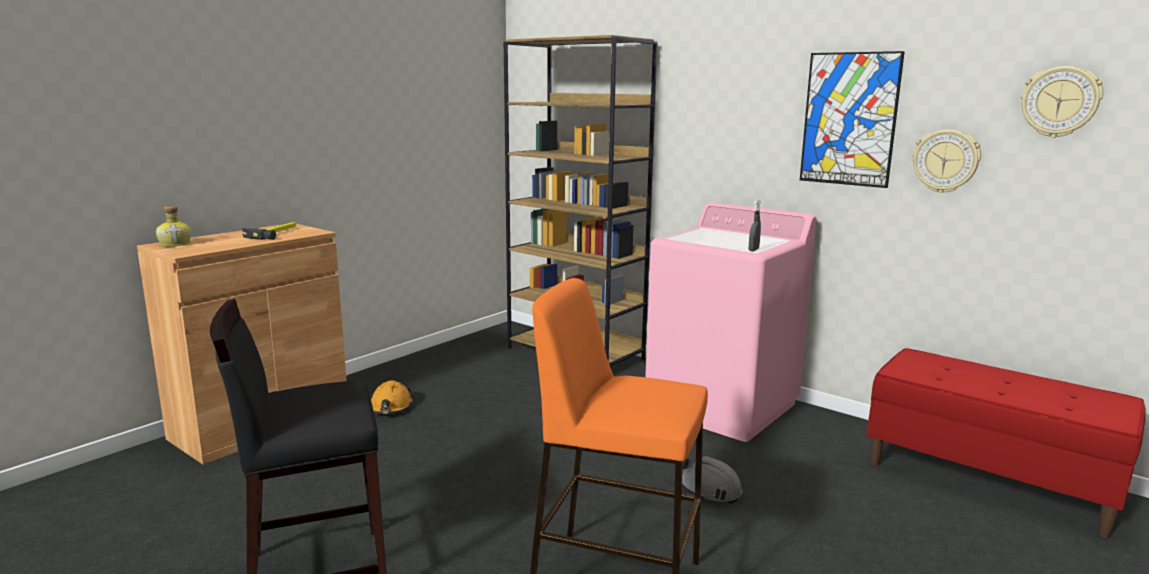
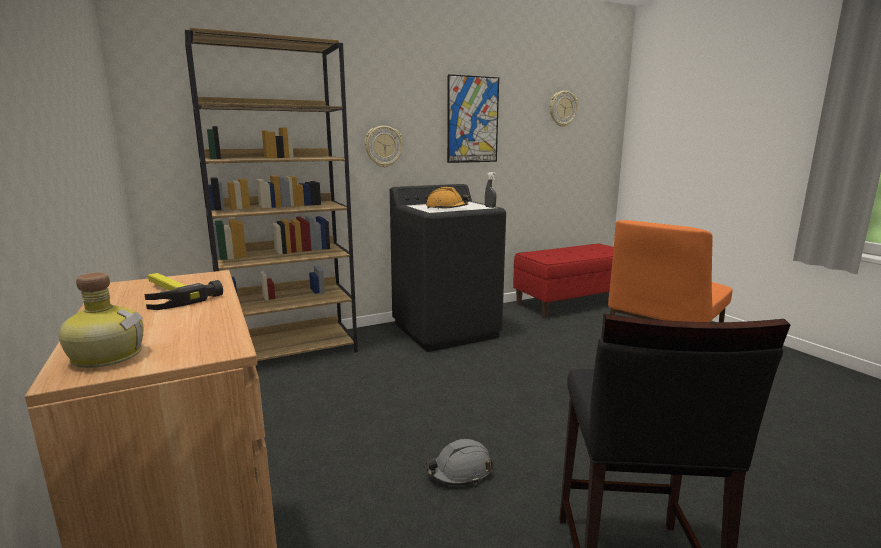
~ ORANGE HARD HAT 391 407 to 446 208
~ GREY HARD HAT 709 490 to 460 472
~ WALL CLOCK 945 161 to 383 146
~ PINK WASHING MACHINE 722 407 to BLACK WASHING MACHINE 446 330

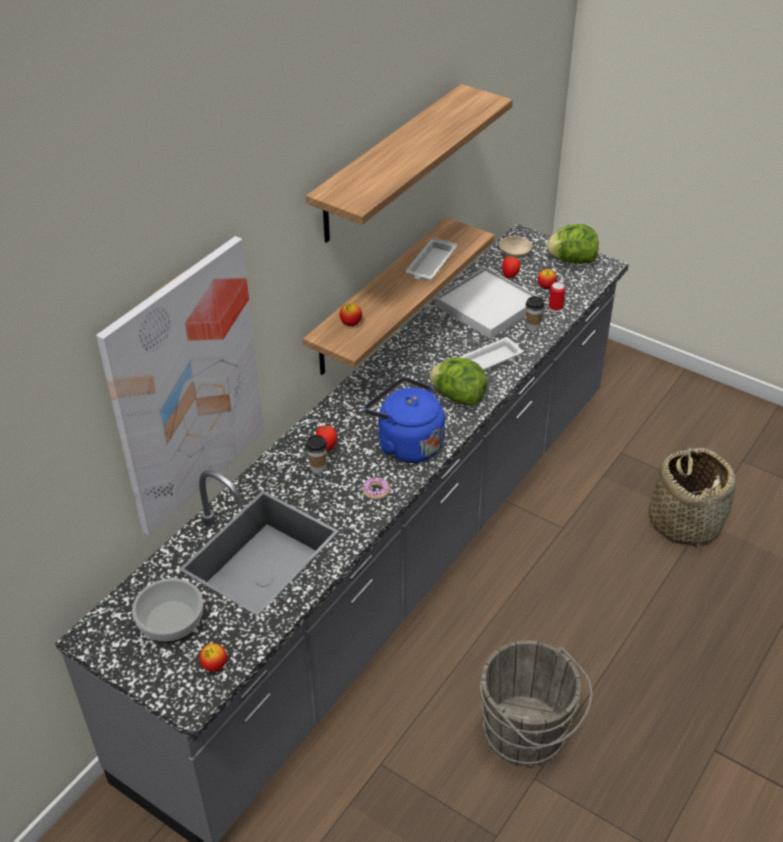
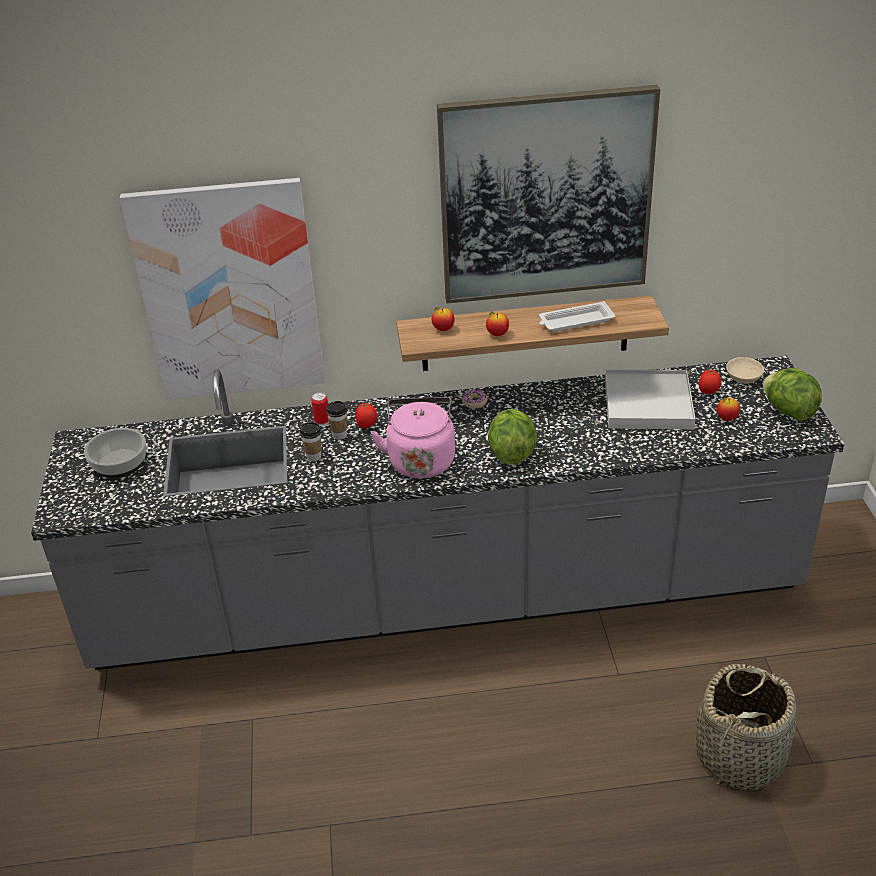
- WHITE TRAY 490 359
- GREY BUCKET 528 734
~ APPLE 214 666 to 497 334
~ DONUT 376 491 to 474 402
~ CUP 532 327 to 314 456
~ CAN 555 308 to 322 421
~ SHELF 388 164 to PICTURE 545 196
~ BLUE KETTLE 406 444 to PINK KETTLE 421 459

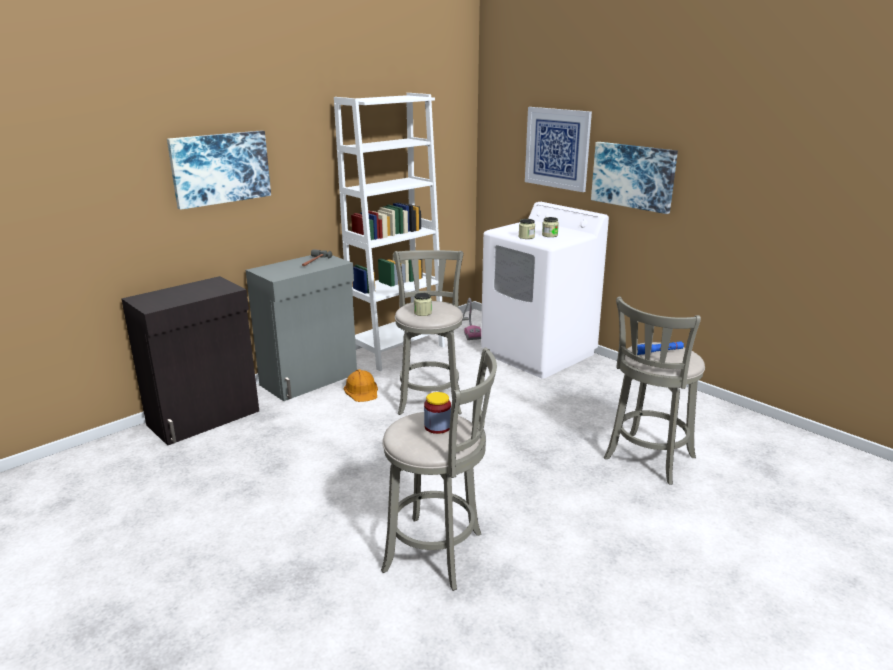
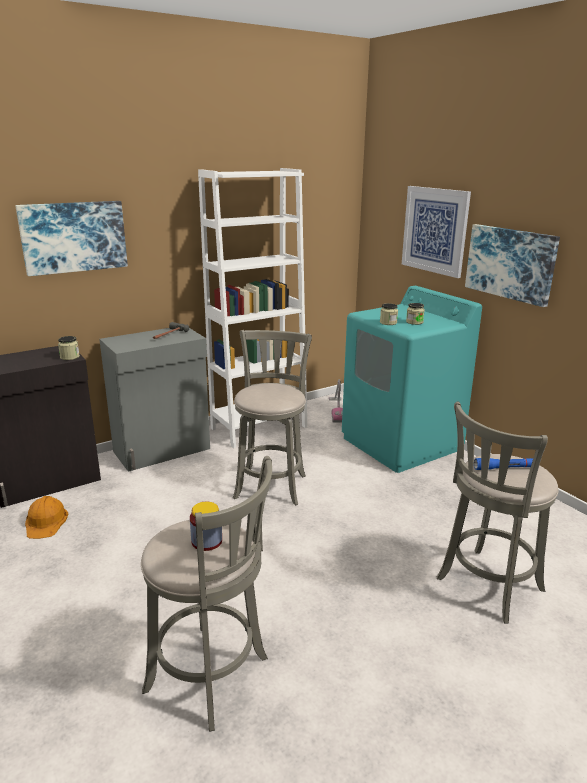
~ ORANGE HARD HAT 362 390 to 46 521
~ JAR 422 313 to 70 357
~ WHITE WASHING MACHINE 538 354 to TURQUOISE WASHING MACHINE 401 444

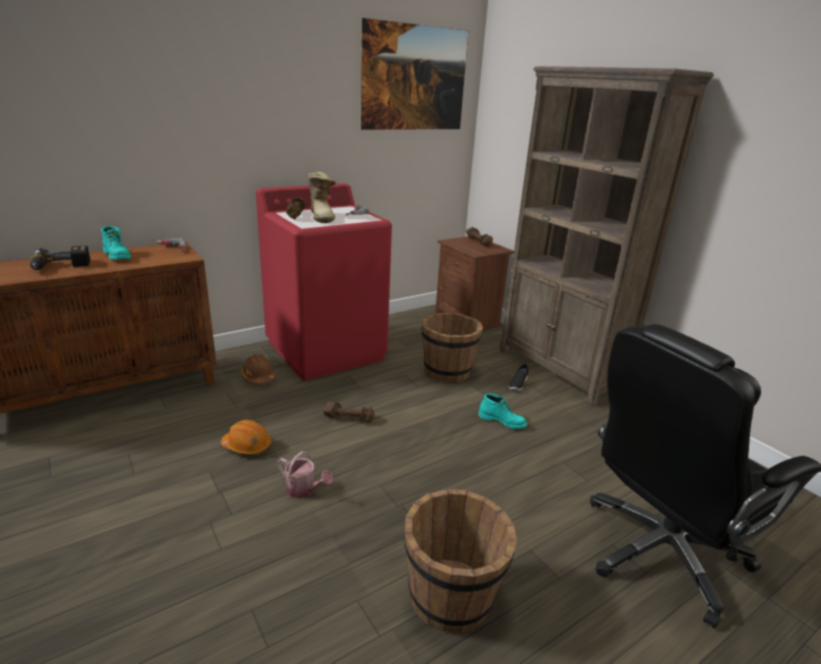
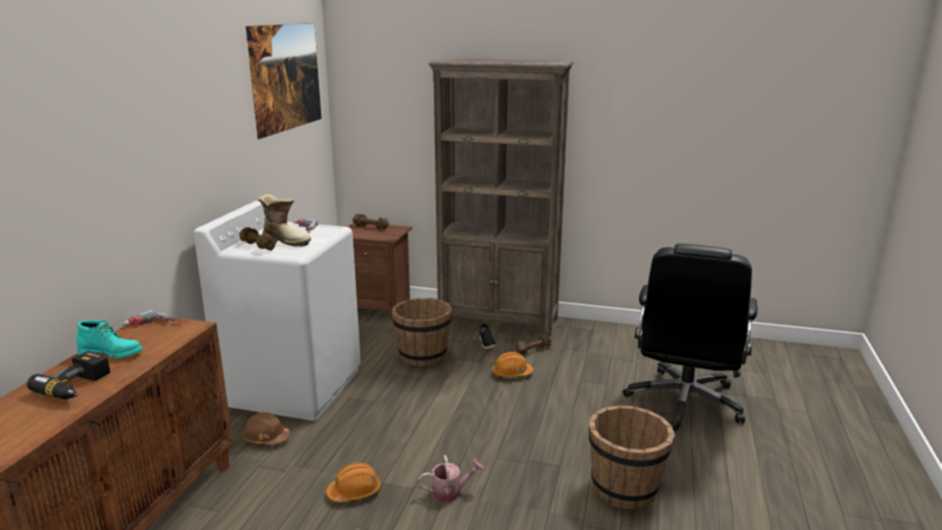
~ BROWN DUMBBELL 349 418 to 533 350
~ TURQUOISE BOOT 502 421 to ORANGE HARD HAT 512 373
~ RED WASHING MACHINE 326 350 to WHITE WASHING MACHINE 293 386

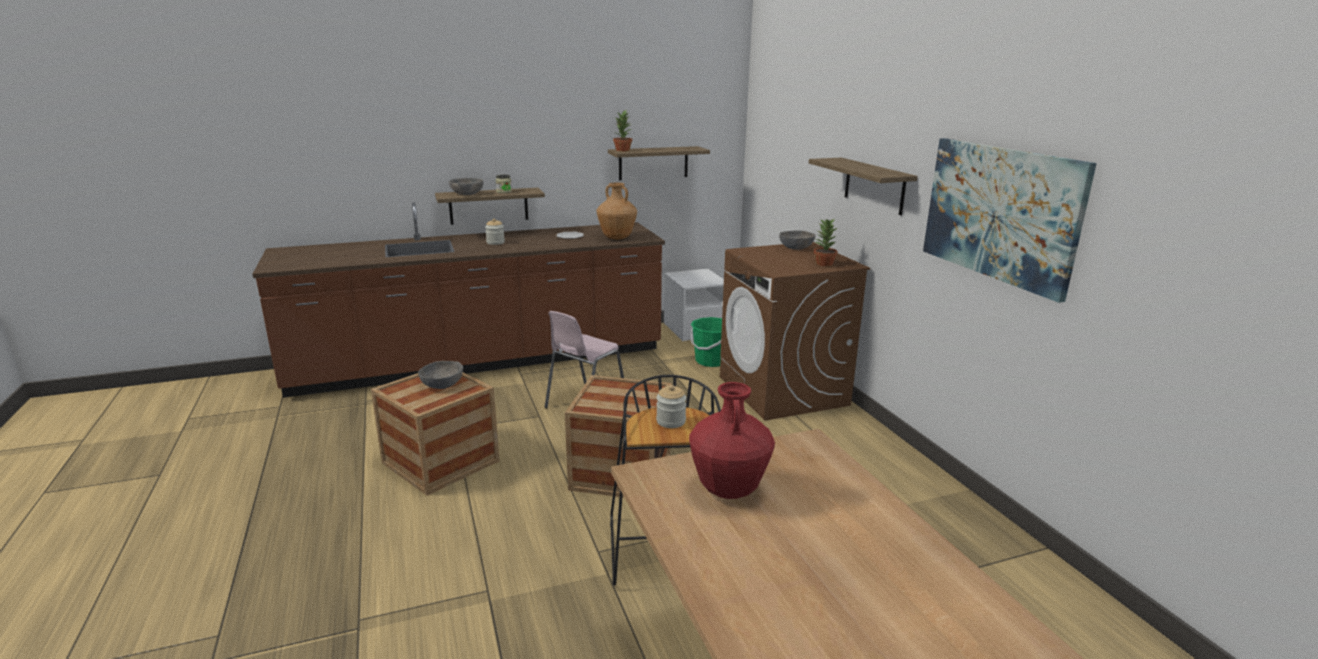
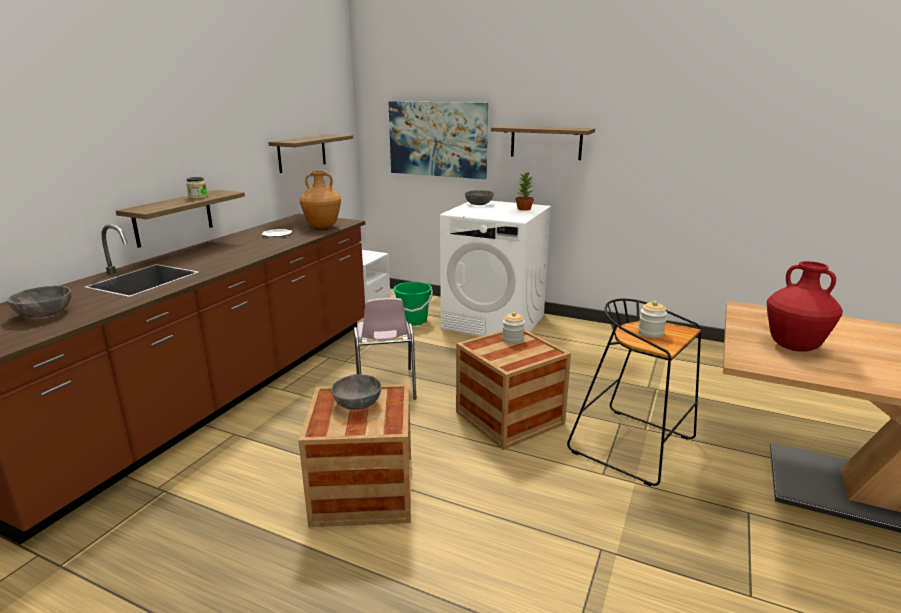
- POTTED PLANT 623 150
~ GREY BOWL 467 194 to 44 314
~ JAR 495 242 to 512 339
~ PICTURE 1000 213 to 437 139
~ BROWN WASHING MACHINE 783 391 to WHITE WASHING MACHINE 494 321

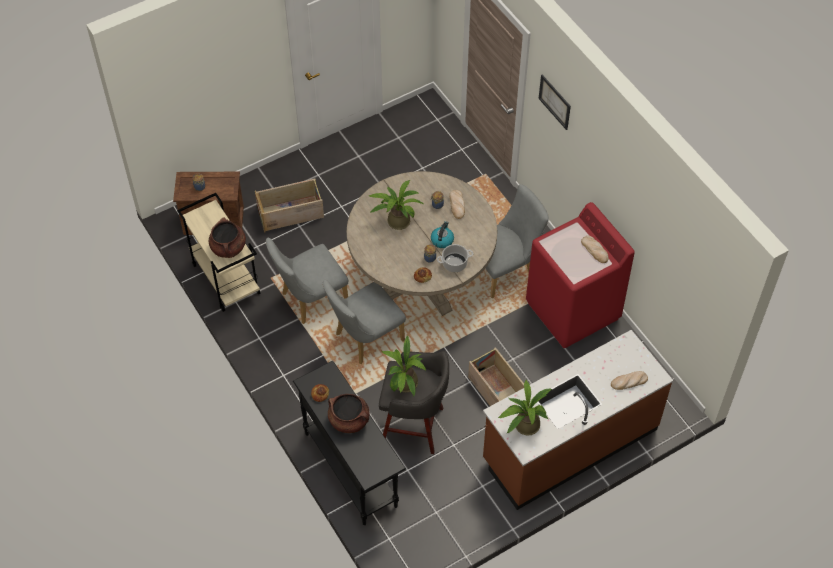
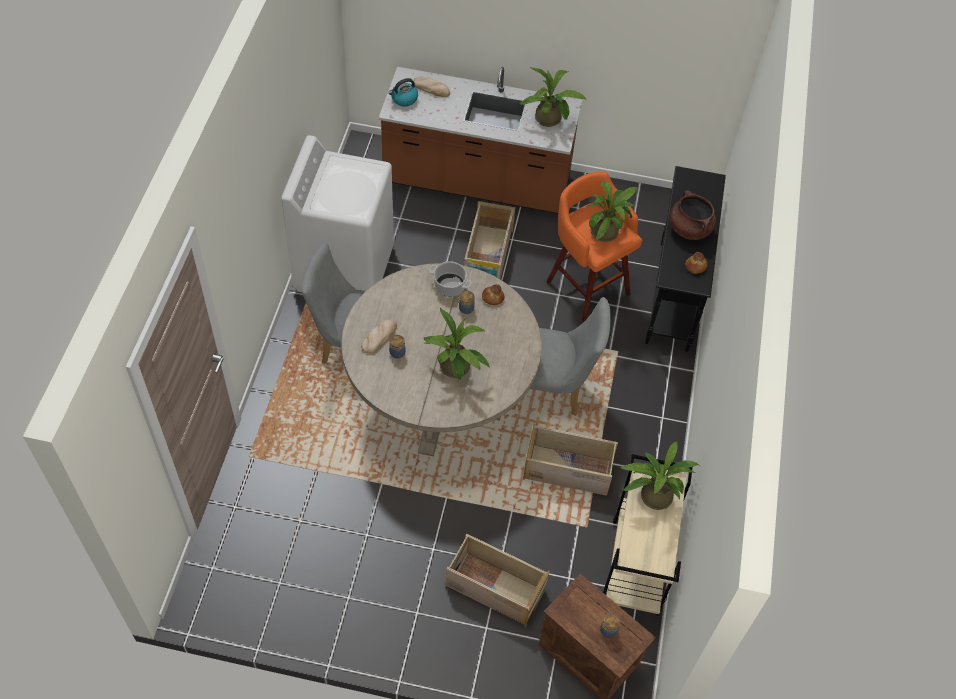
- PICTURE 555 101
- BREAD 595 250
~ KETTLE 442 240 to 404 99
~ BROWN COOKING POT 228 248 to POTTED PLANT 652 495
~ GREY CHAIR 310 300 to CRATE 568 470
~ GREY STOOL 414 427 to ORANGE STOOL 586 286
~ RED WASHING MACHINE 573 310 to WHITE WASHING MACHINE 344 268

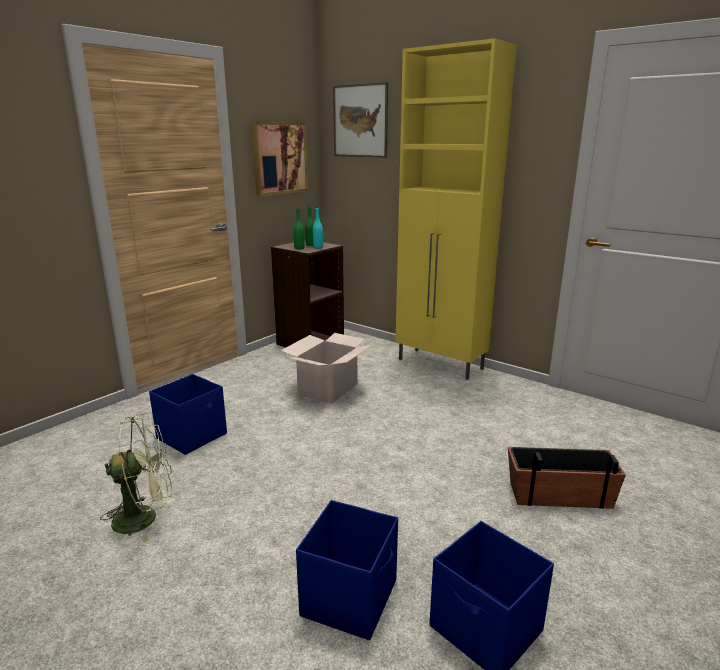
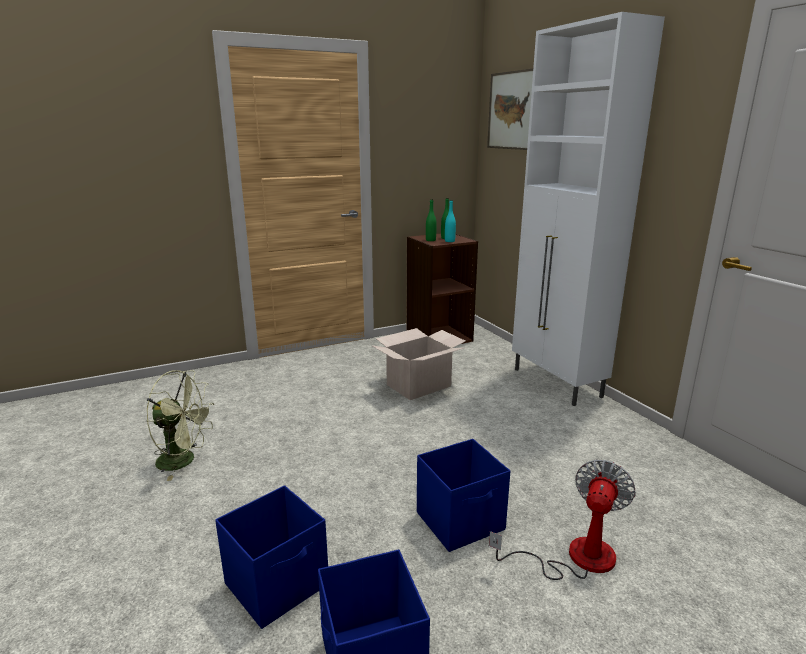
- PICTURE 279 158
~ BLUE STORAGE BOX 193 436 to 461 521
~ PLANTER 559 494 to FAN 575 557
~ YELLOW CABINET 441 364 to WHITE CABINET 557 383

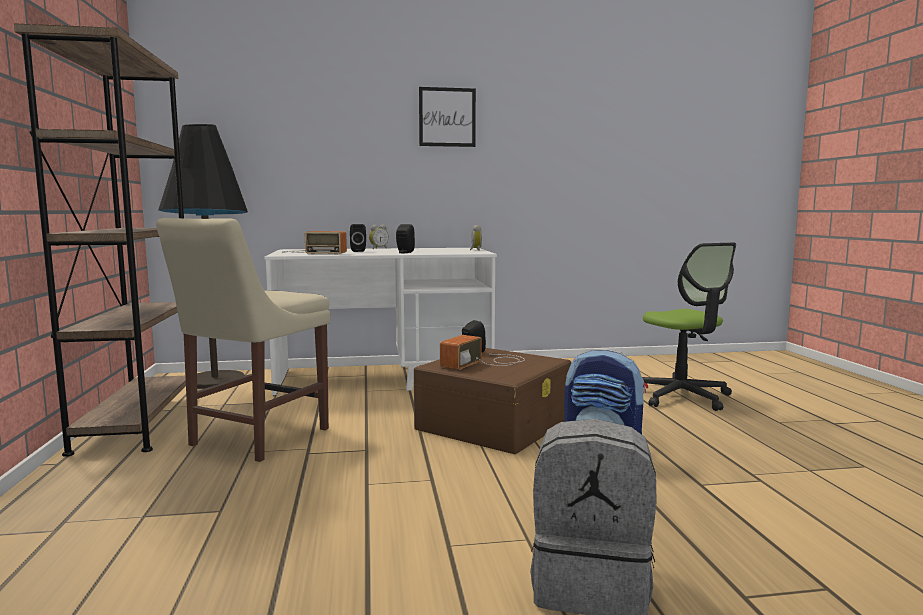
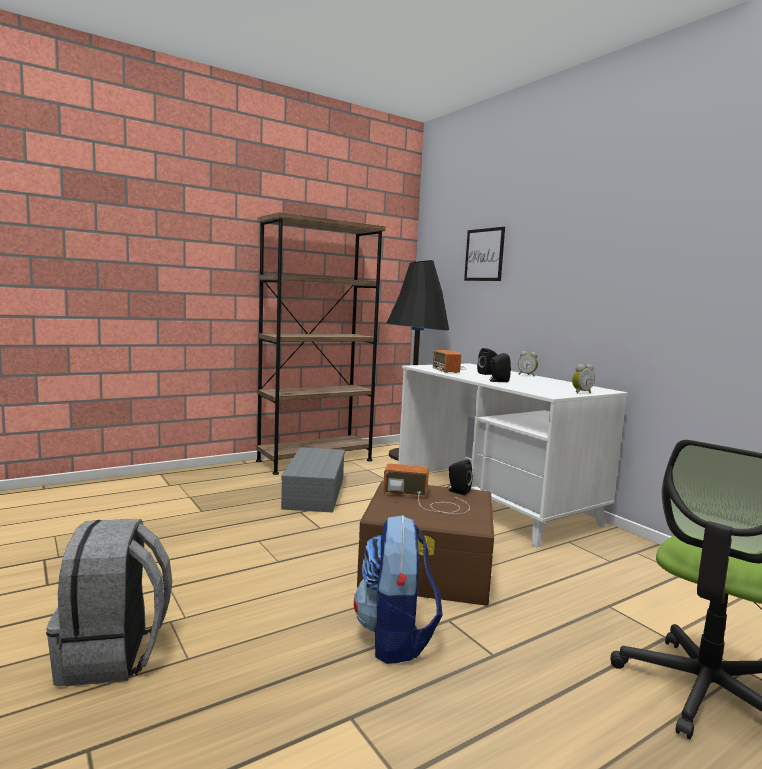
~ PICTURE 447 117 to 484 255
~ BEIGE CHAIR 255 438 to GREY STORAGE BOX 313 492

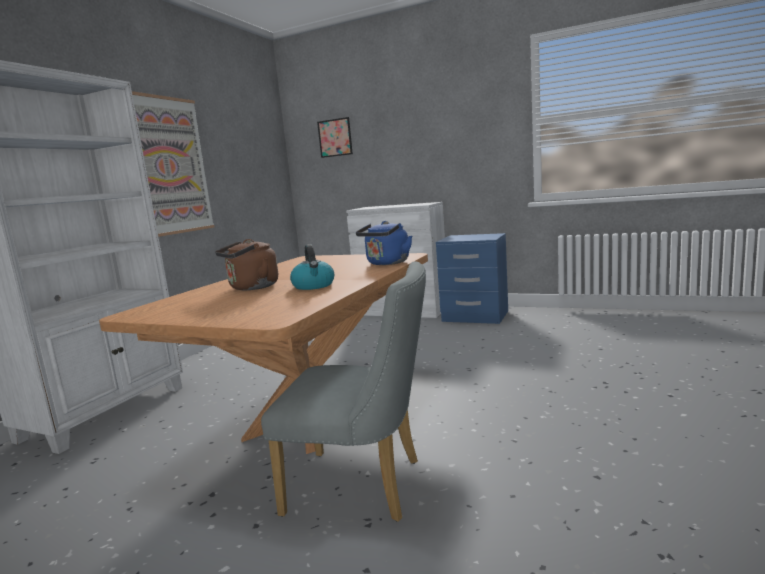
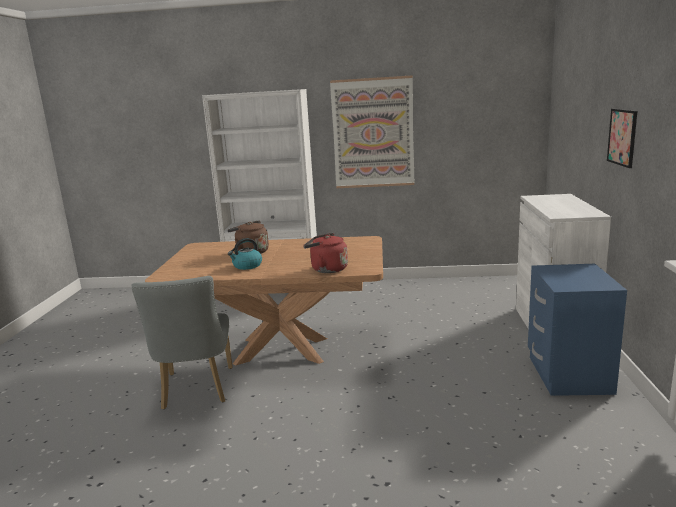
~ PICTURE 335 137 to 622 137
~ BLUE KETTLE 386 263 to RED KETTLE 327 269

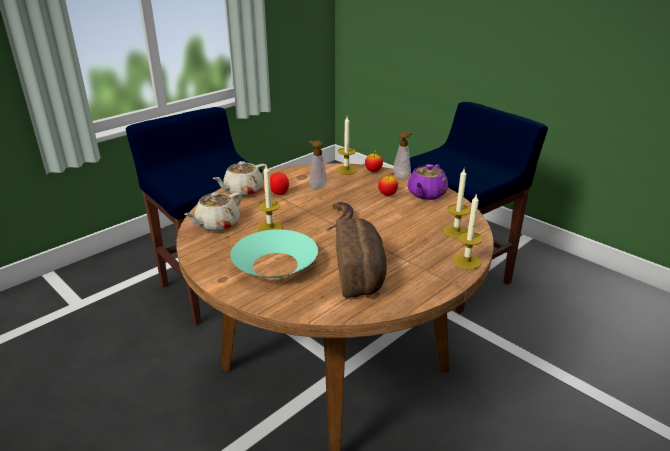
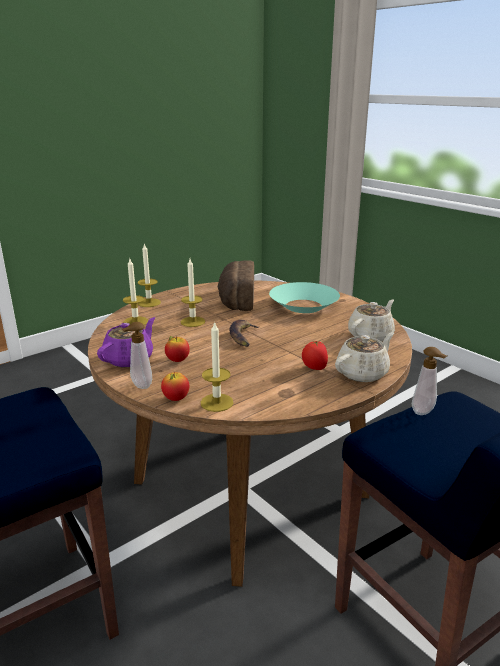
~ CANDLE 270 228 to 192 322
~ SOAP DISPENSER 317 187 to 424 412

